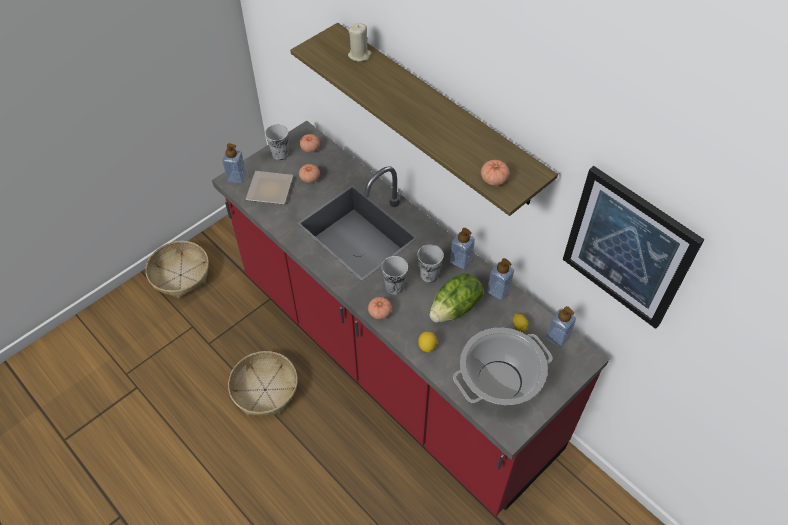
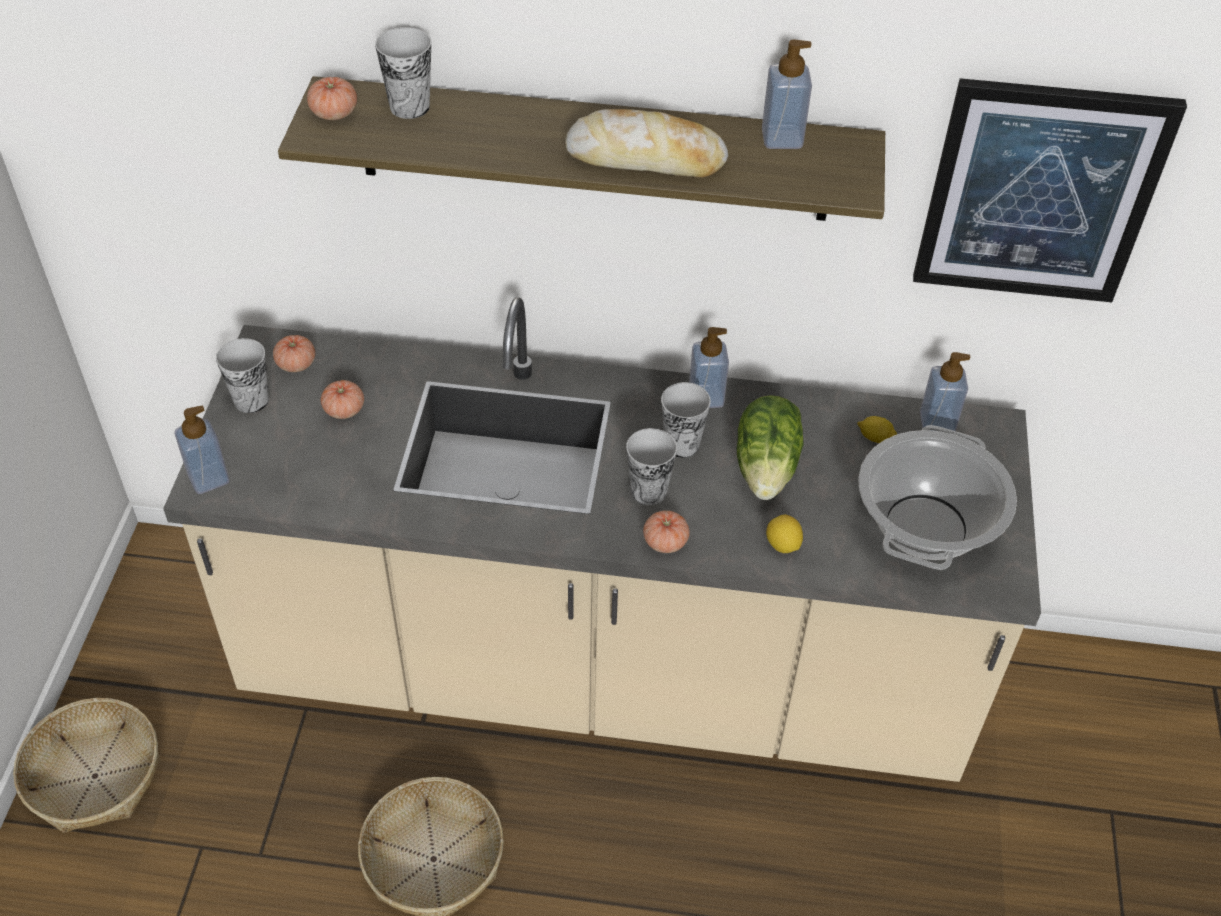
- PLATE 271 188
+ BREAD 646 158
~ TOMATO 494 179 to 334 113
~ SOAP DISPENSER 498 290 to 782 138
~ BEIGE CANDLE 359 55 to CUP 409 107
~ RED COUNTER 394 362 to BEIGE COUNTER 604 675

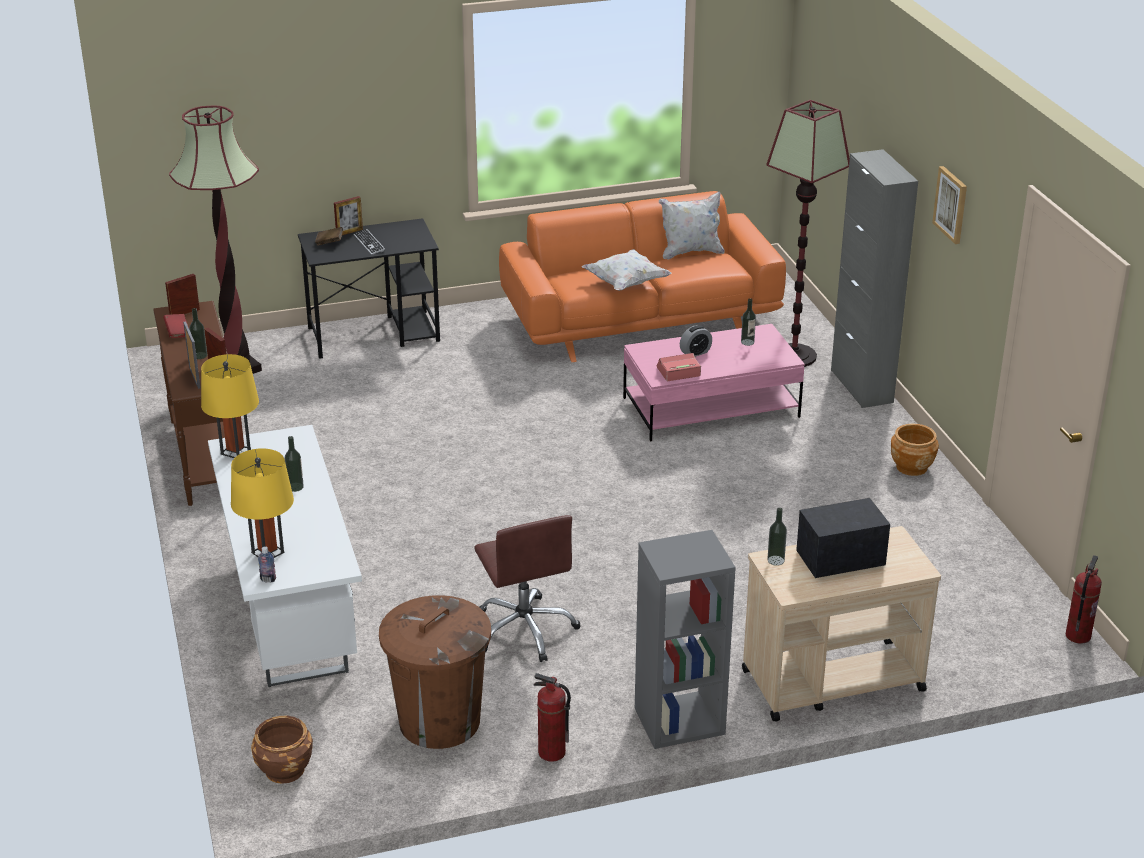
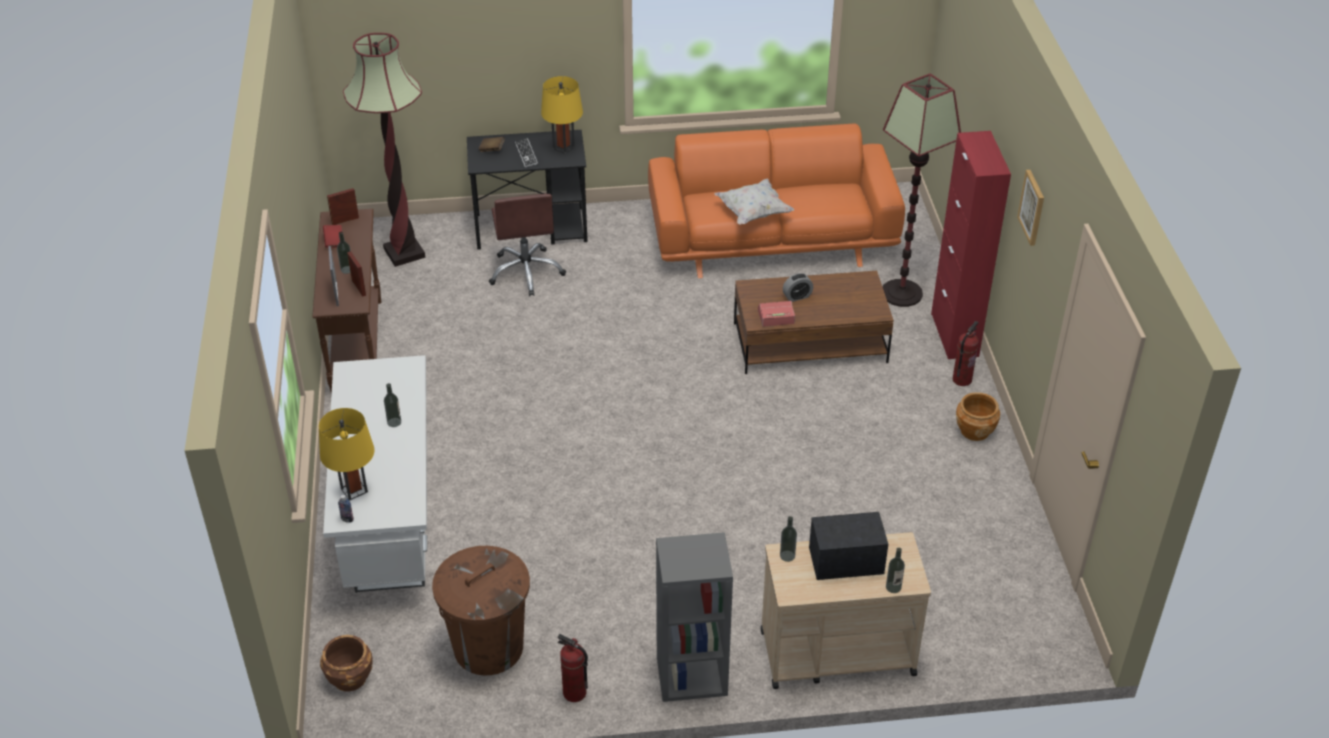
- PICTURE FRAME 349 232
- WHITE PILLOW 690 252
~ YELLOW TABLE LAMP 235 451 to 563 147
~ BROWN OFFICE CHAIR 525 629 to 526 272
~ BOTTLE 747 342 to 893 587
~ FIRE EXTINGUISHER 1077 635 to 961 379
~ PINK COFFEE TABLE 711 407 to BROWN COFFEE TABLE 810 343
~ GREY CABINET 861 386 to RED CABINET 954 335

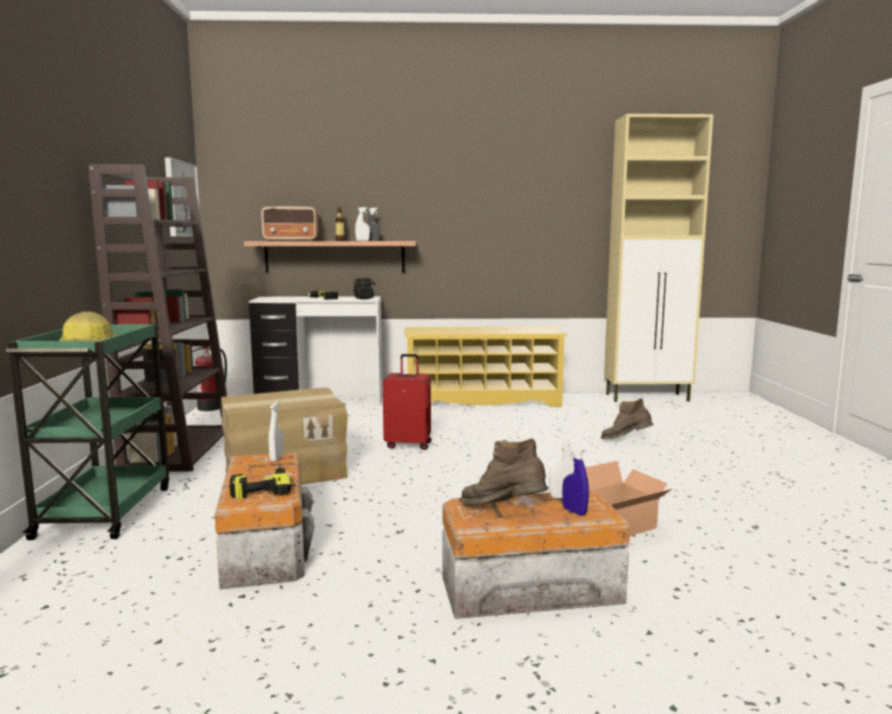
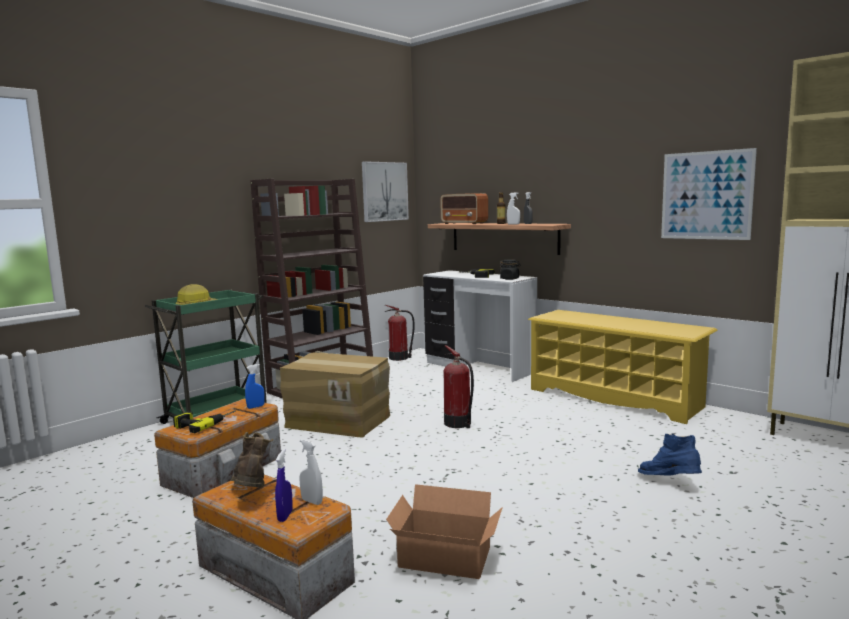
+ PICTURE 706 195
~ RED SUITCASE 408 445 to FIRE EXTINGUISHER 458 423
~ WHITE SPRAY BOTTLE 277 458 to BLUE SPRAY BOTTLE 255 407
~ BROWN BOOT 625 441 to BLUE BOOT 669 482

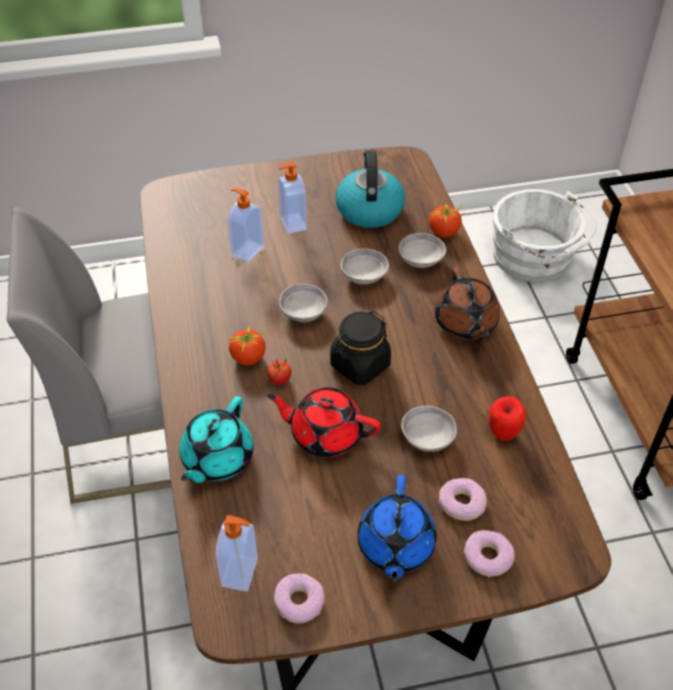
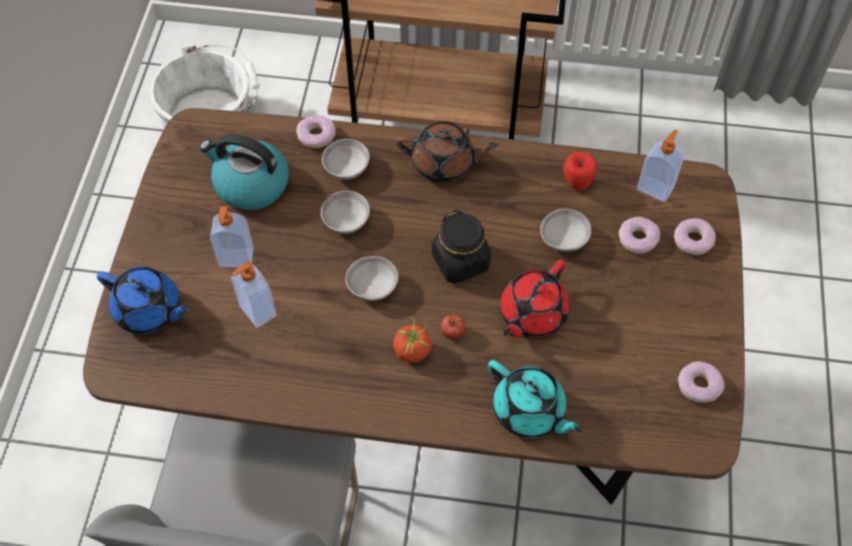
~ SOAP DISPENSER 241 572 to 655 188
~ BLUE TEAPOT 395 546 to 149 311
~ TOMATO 444 232 to DONUT 316 136

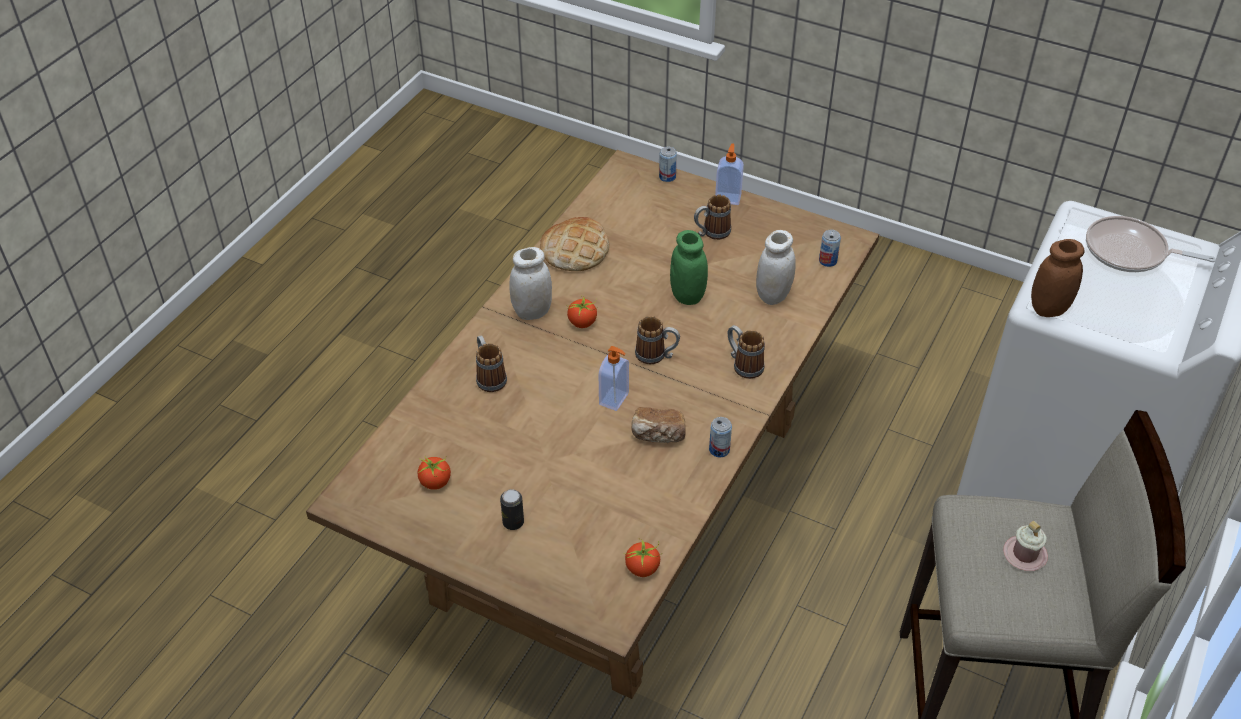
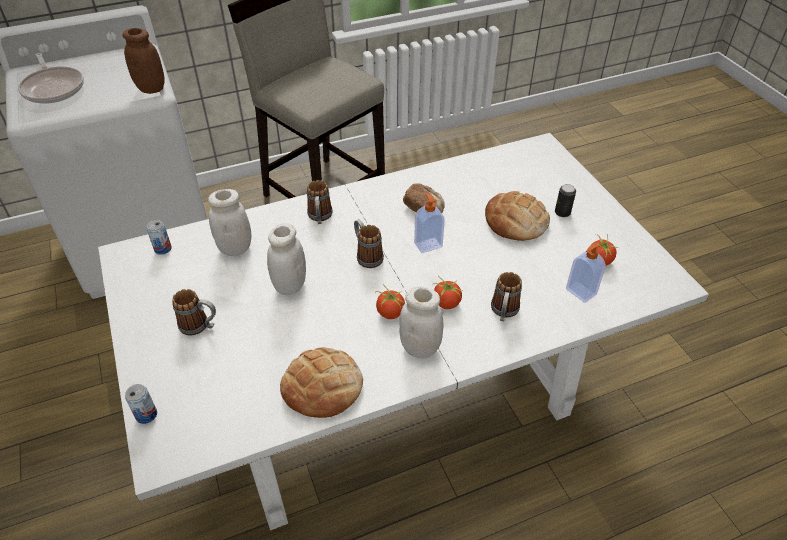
- CAN 719 450
- PINK MUG 1024 554
+ BREAD 516 221
~ TOMATO 642 568 to 446 303
~ SOAP DISPENSER 728 198 to 580 292
~ BROWN DINING TABLE 621 508 to WHITE DINING TABLE 391 394
~ GREEN JAR 687 295 to WHITE JAR 290 285

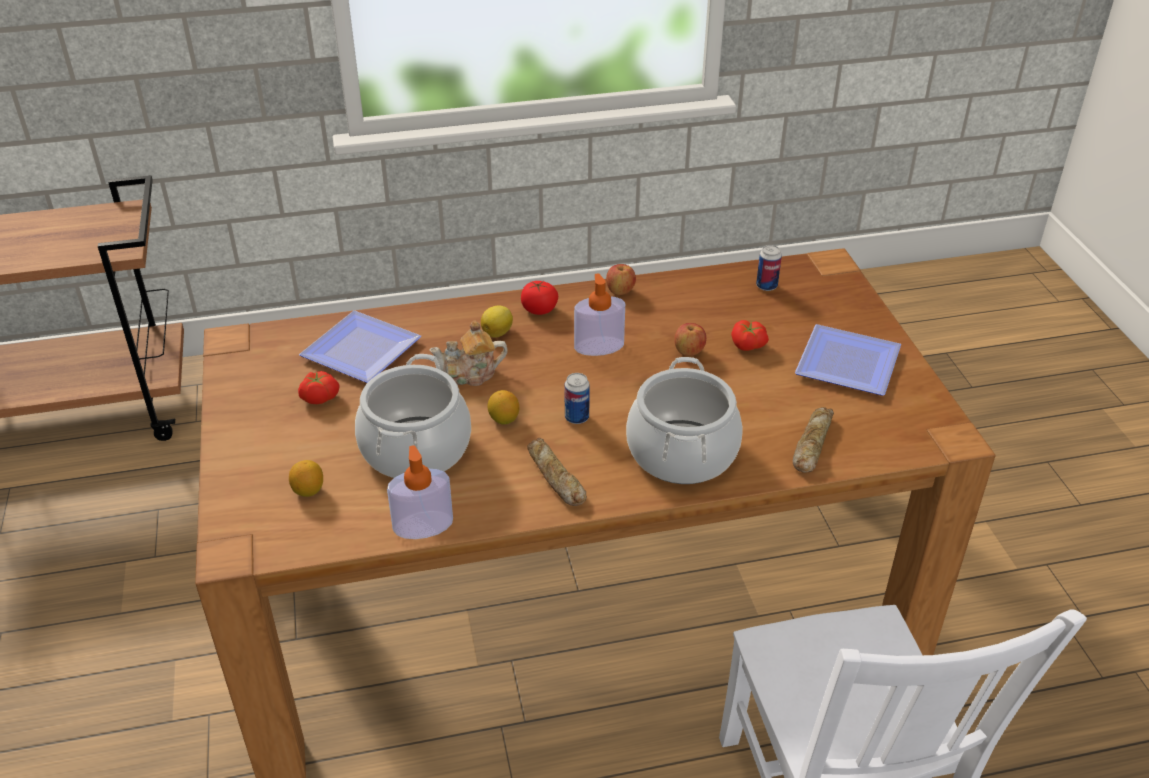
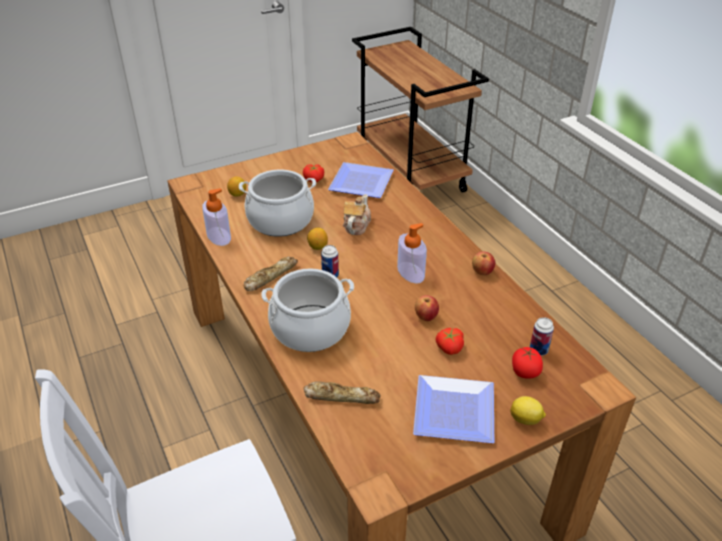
~ LEMON 498 333 to 526 420
~ TOMATO 539 310 to 525 372
~ TEAPOT 470 374 = 356 225 45 degrees clockwise

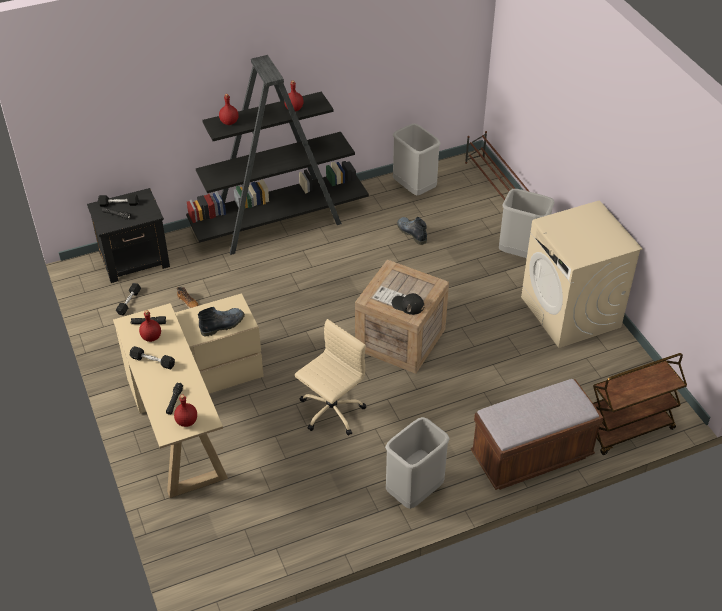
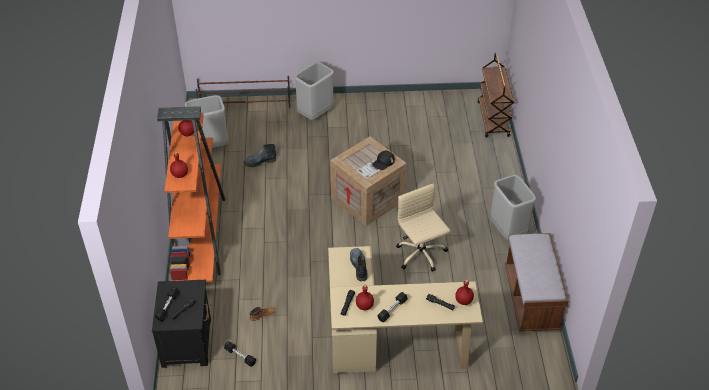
- BEIGE WASHING MACHINE 571 312
~ BROWN BENCH 531 456 to 531 299
~ BLACK BOOKCASE 280 222 to ORANGE BOOKCASE 199 234

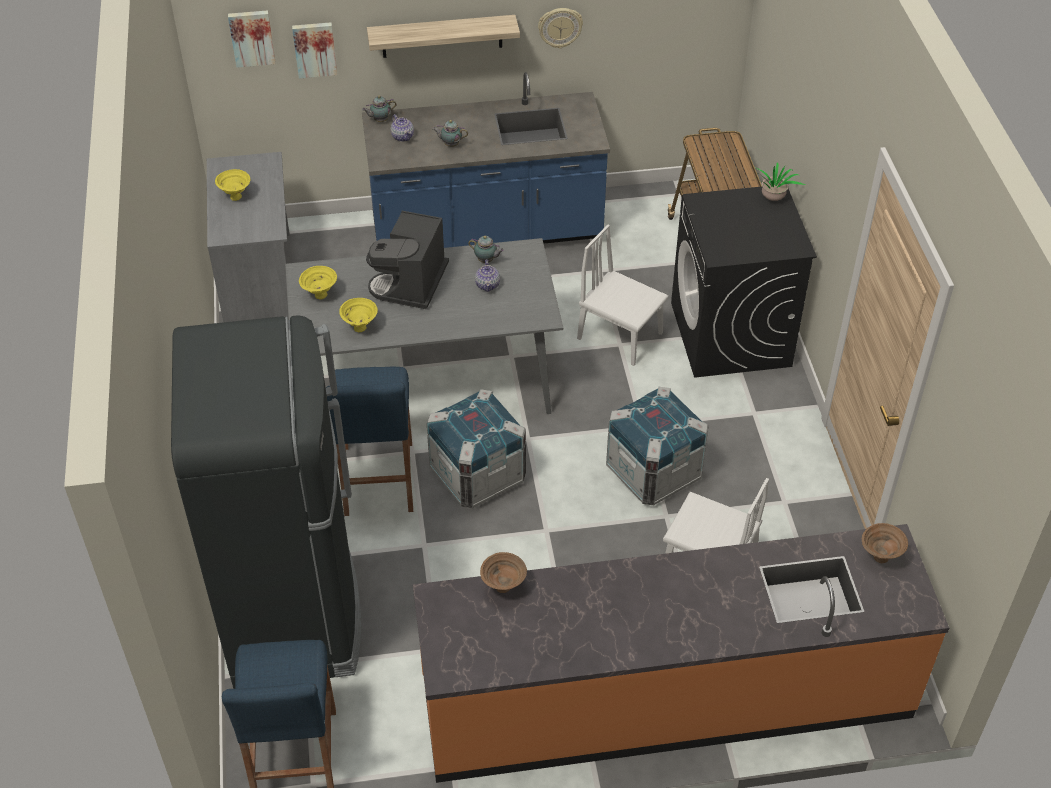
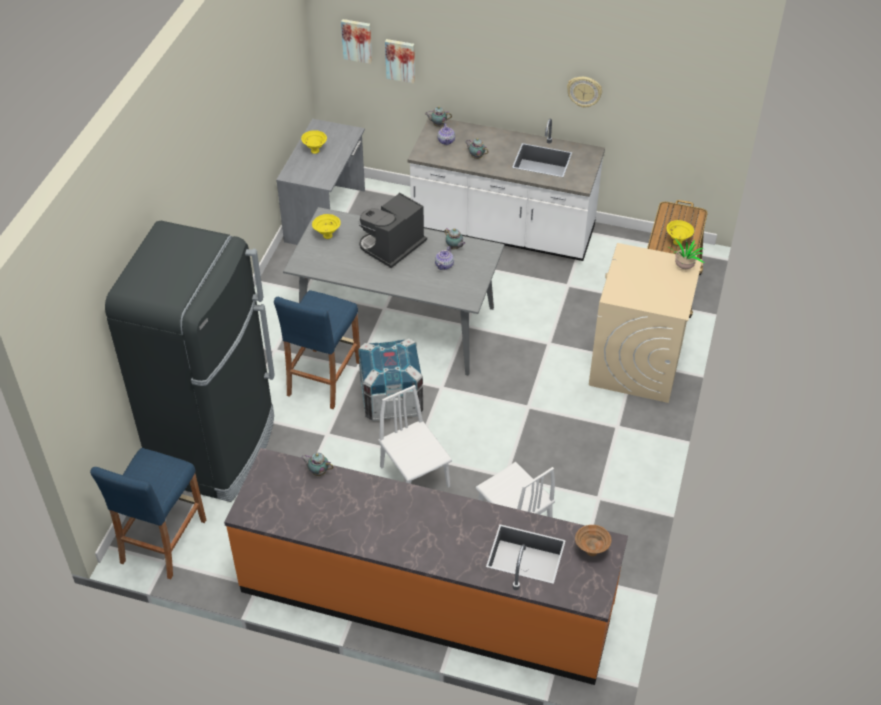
- SHELF 442 36
- CRATE 653 472
~ YELLOW BOWL 360 327 to 677 241
~ WHITE CHAIR 620 336 to 415 476
~ BROWN BOWL 504 586 to TEAPOT 318 471
~ BLUE COUNTER 486 231 to WHITE COUNTER 503 230
~ BLACK WASHING MACHINE 731 335 to BEIGE WASHING MACHINE 636 364

